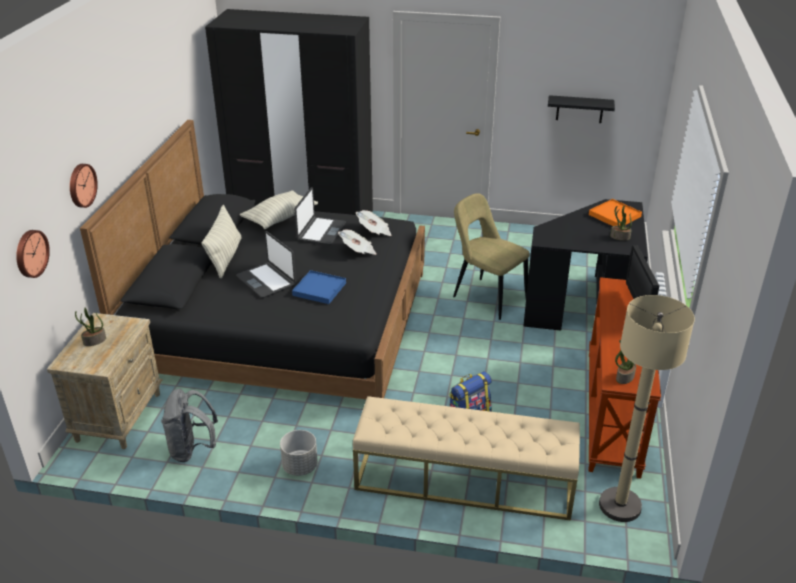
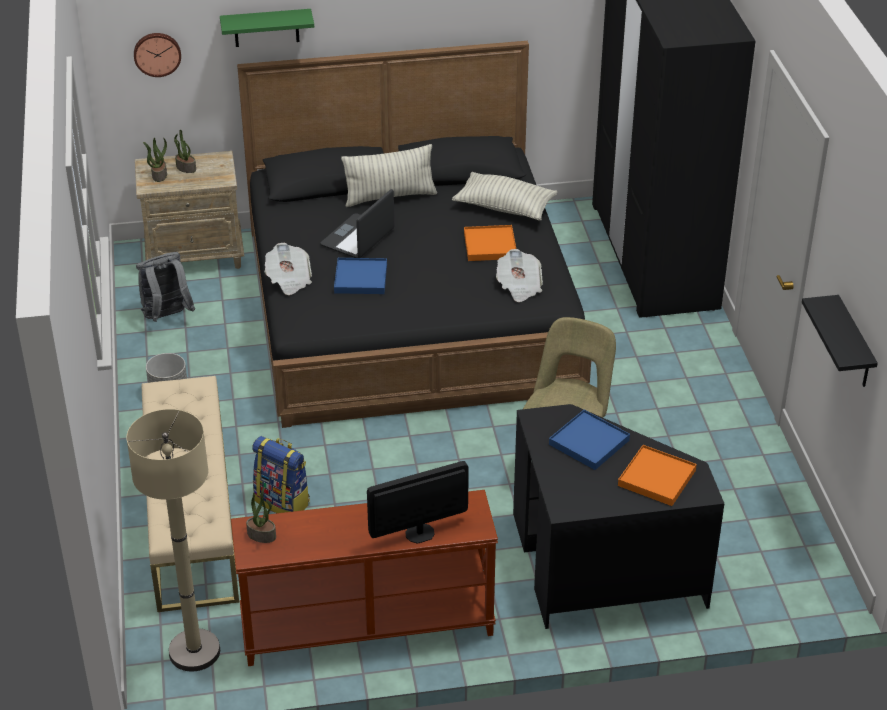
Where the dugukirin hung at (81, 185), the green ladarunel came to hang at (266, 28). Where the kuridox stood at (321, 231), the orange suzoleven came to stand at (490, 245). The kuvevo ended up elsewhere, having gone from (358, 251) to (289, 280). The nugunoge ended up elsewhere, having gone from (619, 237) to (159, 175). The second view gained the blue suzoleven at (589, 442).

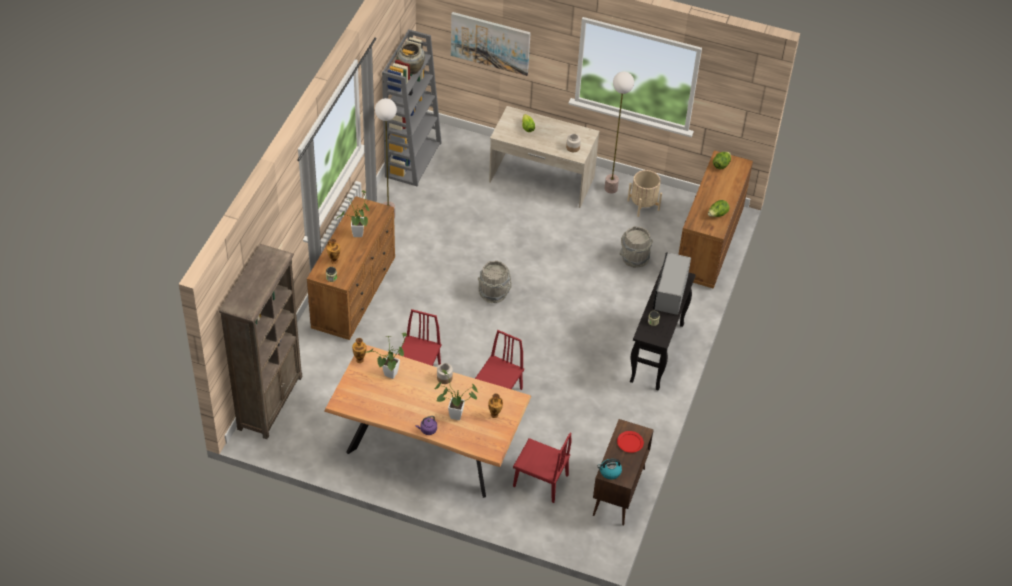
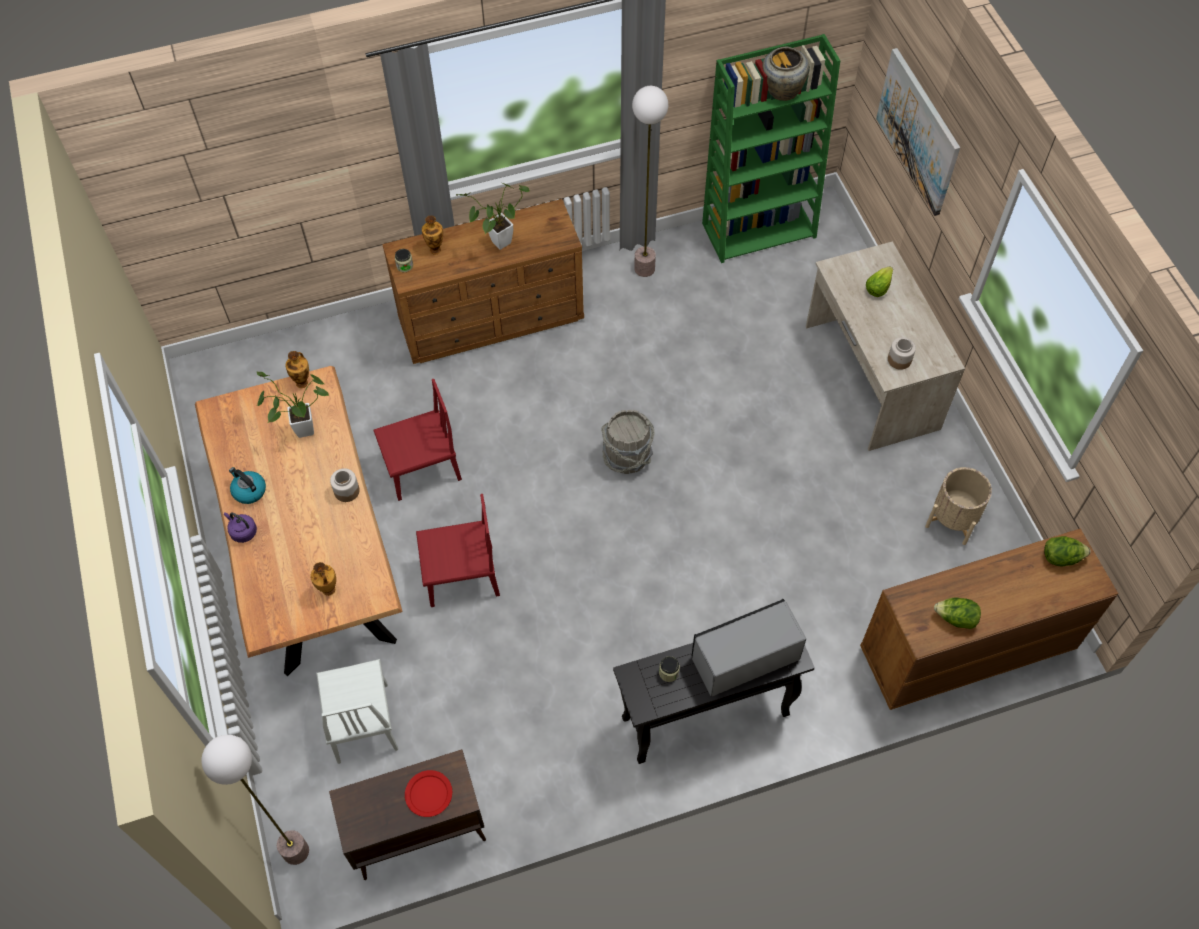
The second view lost the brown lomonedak at (270, 402). What was the grey lomonedak at (413, 159) turned into the green lomonedak at (759, 229). The second view lost the nugunoge at (453, 415). What was the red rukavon at (540, 481) turned into the white rukavon at (362, 722). The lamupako ended up elsewhere, having gone from (610, 472) to (249, 491). The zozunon ended up elsewhere, having gone from (610, 188) to (295, 851). The second view lost the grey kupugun at (634, 258).

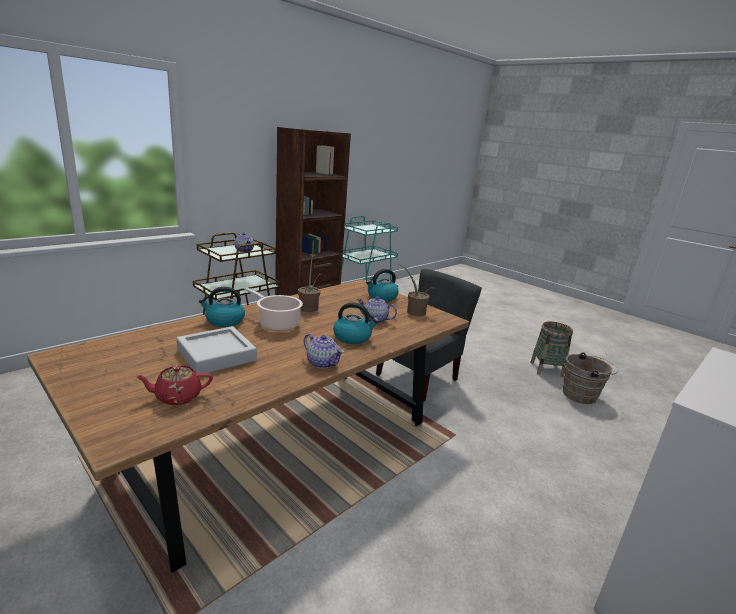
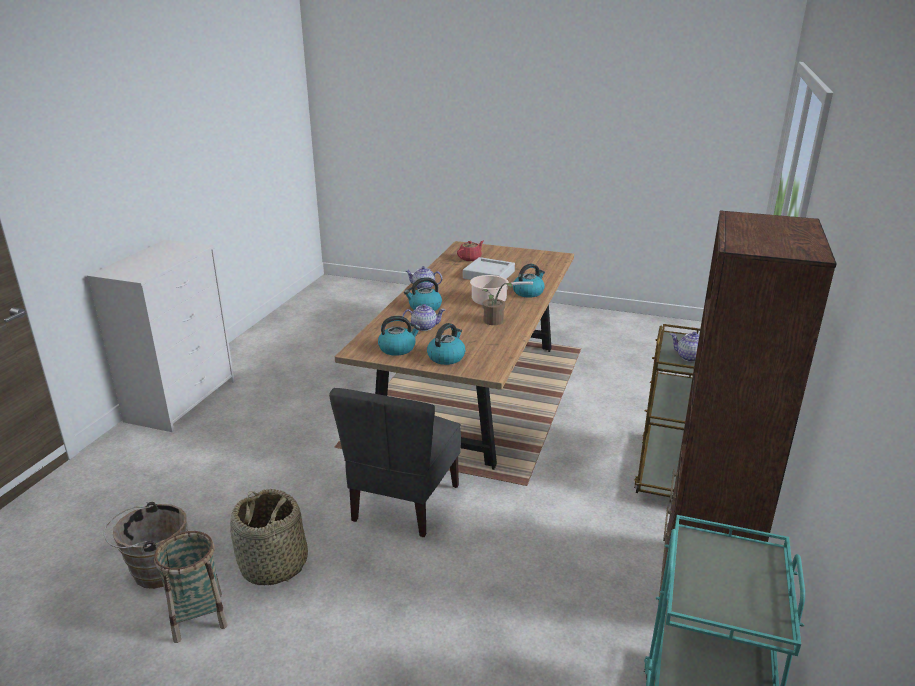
Where the nugunoge stood at (413, 311), the lamupako came to stand at (398, 348). The second view gained the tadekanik at (273, 566).

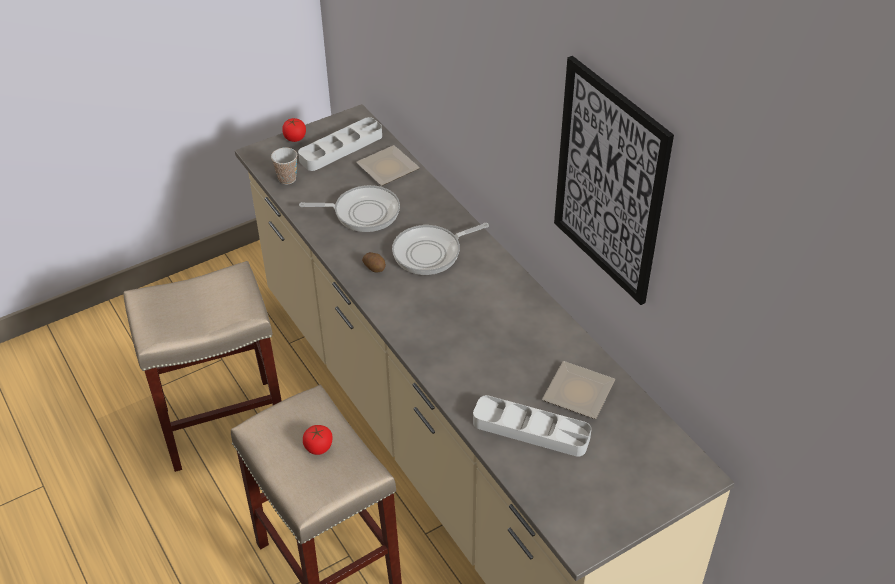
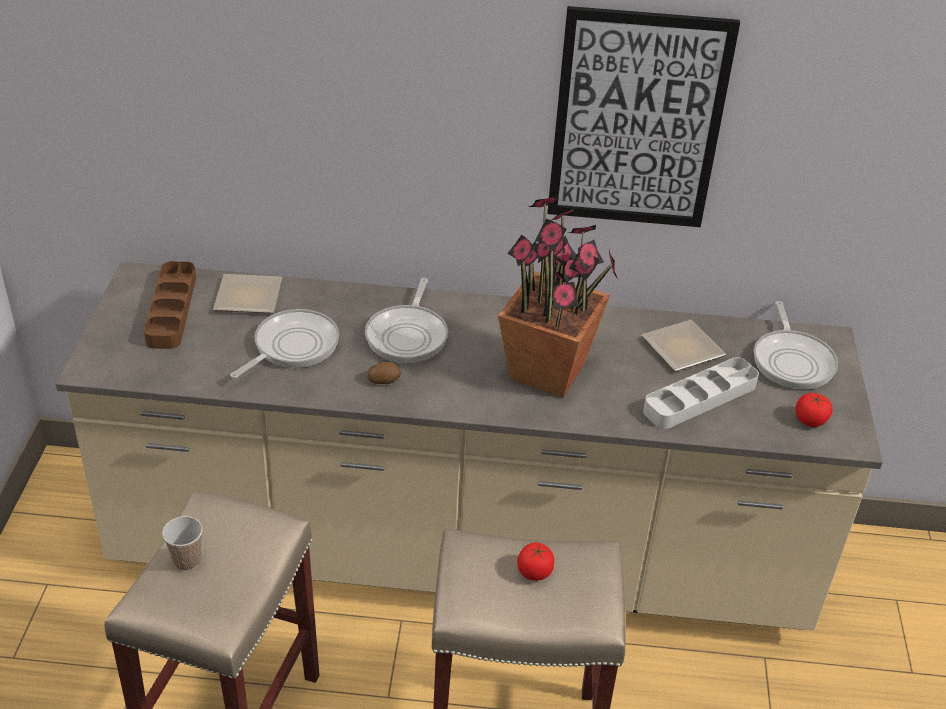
The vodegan ended up elsewhere, having gone from (287, 179) to (187, 560). The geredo ended up elsewhere, having gone from (295, 138) to (810, 420). What was the grey suzoleven at (341, 148) turned into the brown suzoleven at (171, 310). The second view gained the nugunoge at (548, 372). The second view gained the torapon at (792, 360).

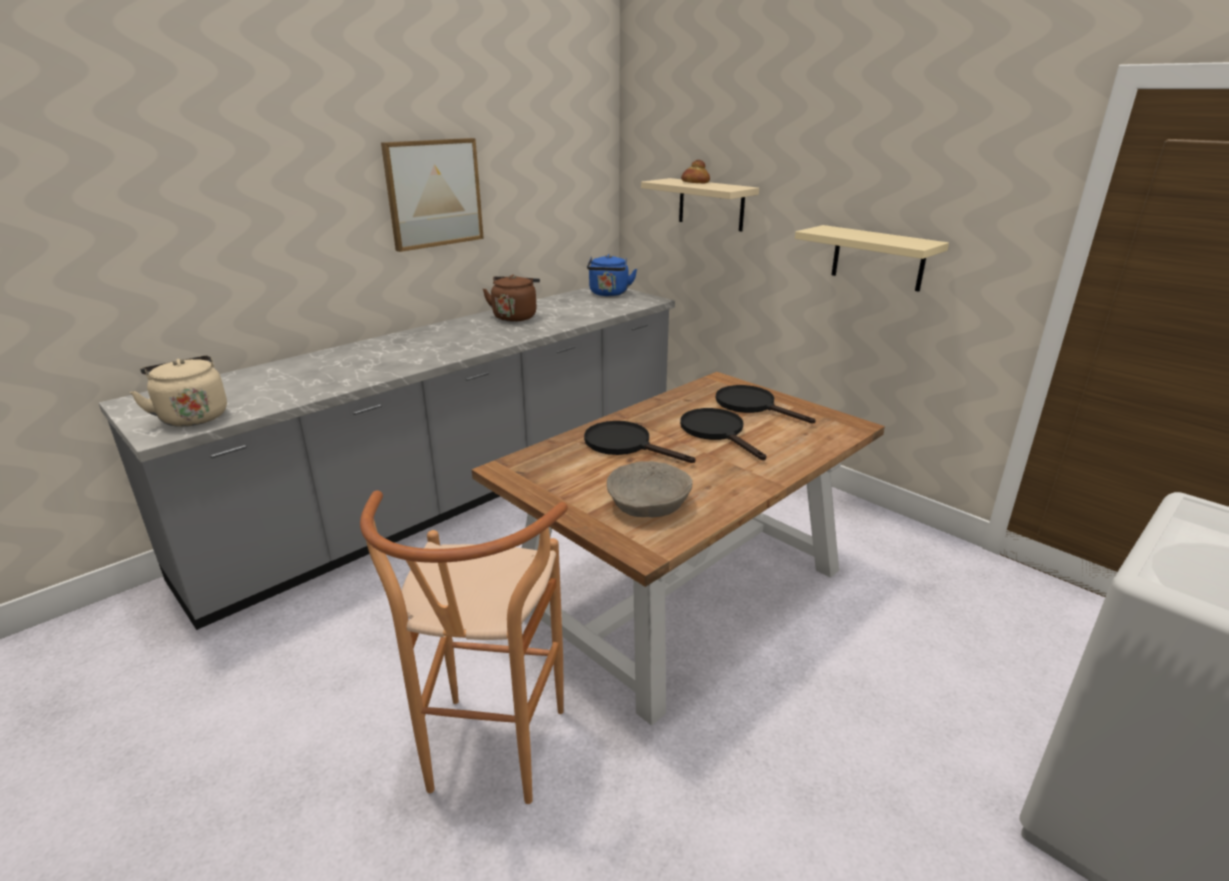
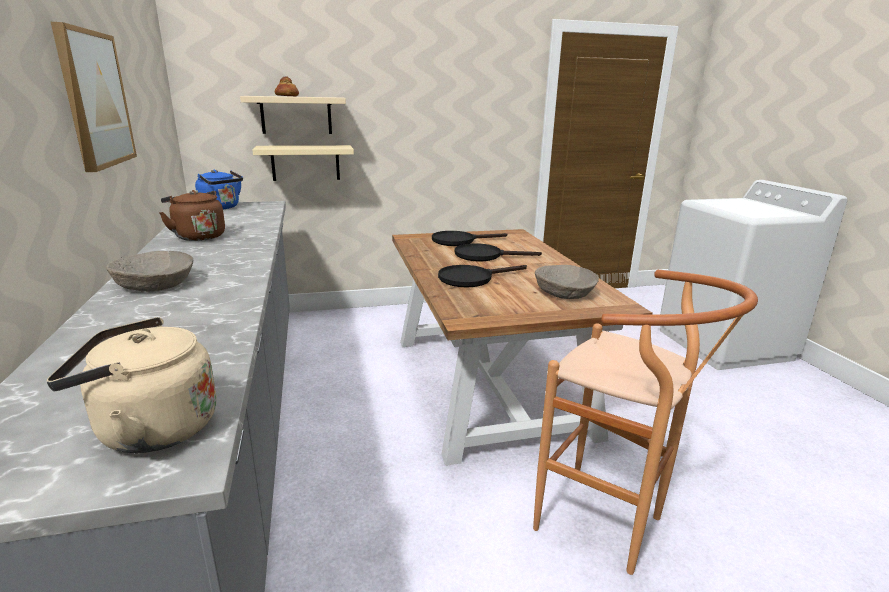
The beige ladarunel ended up elsewhere, having gone from (878, 258) to (305, 163). The second view gained the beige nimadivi at (155, 283).

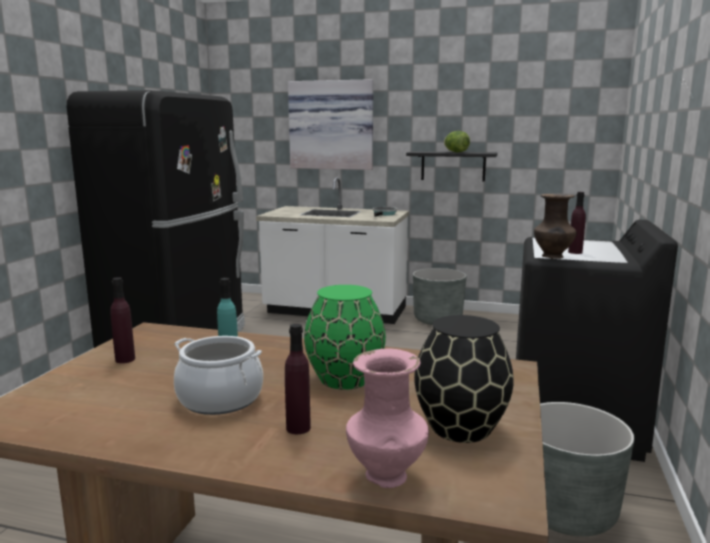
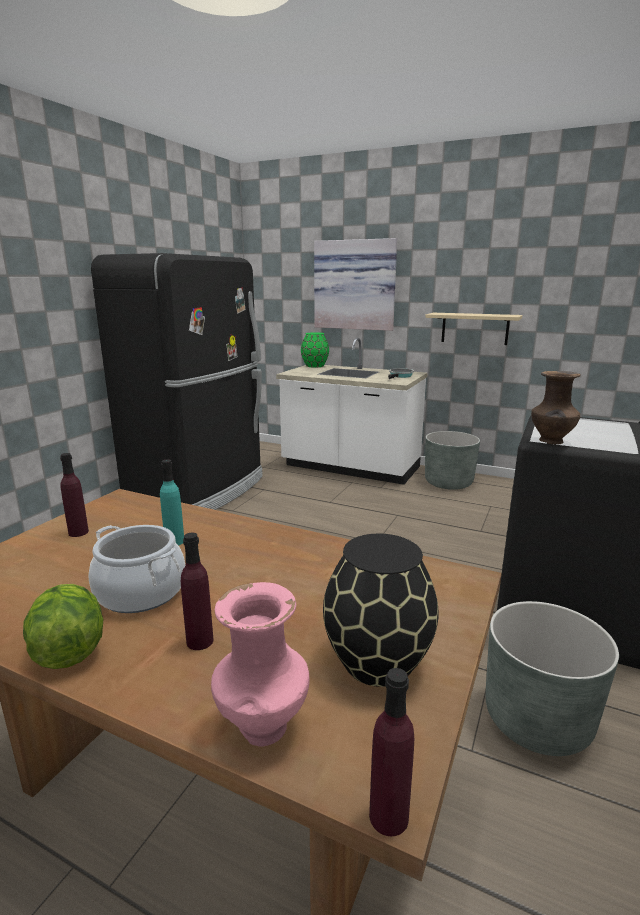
The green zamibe ended up elsewhere, having gone from (346, 378) to (315, 366). What was the black ladarunel at (453, 166) turned into the beige ladarunel at (474, 328). The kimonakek ended up elsewhere, having gone from (456, 152) to (69, 651). The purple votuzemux ended up elsewhere, having gone from (575, 252) to (388, 816).

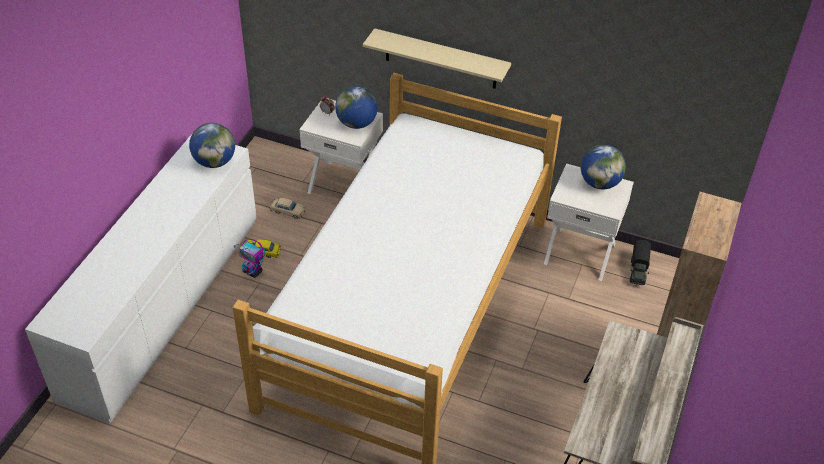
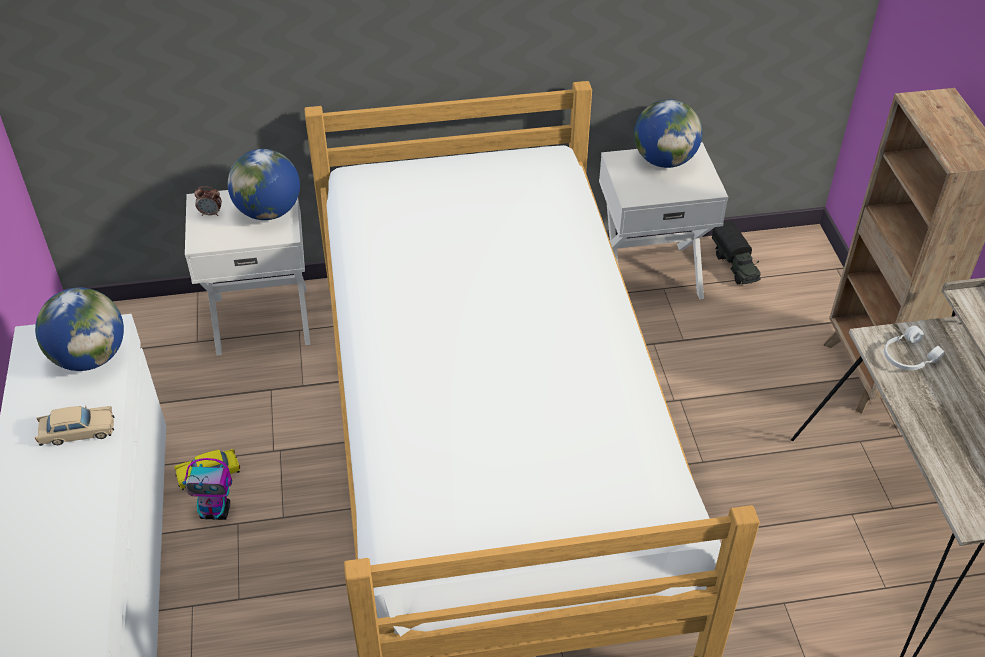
The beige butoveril ended up elsewhere, having gone from (287, 211) to (77, 431). The second view lost the beige ladarunel at (441, 59). The second view gained the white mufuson at (908, 356).

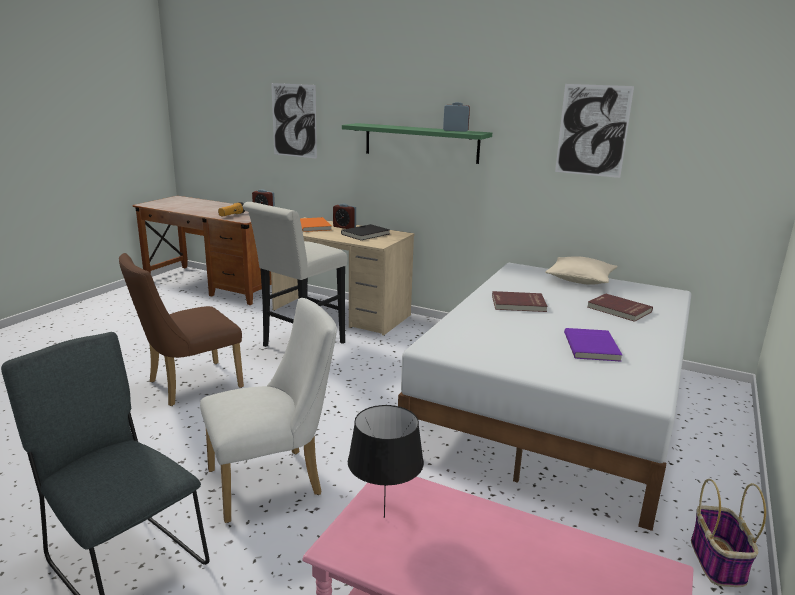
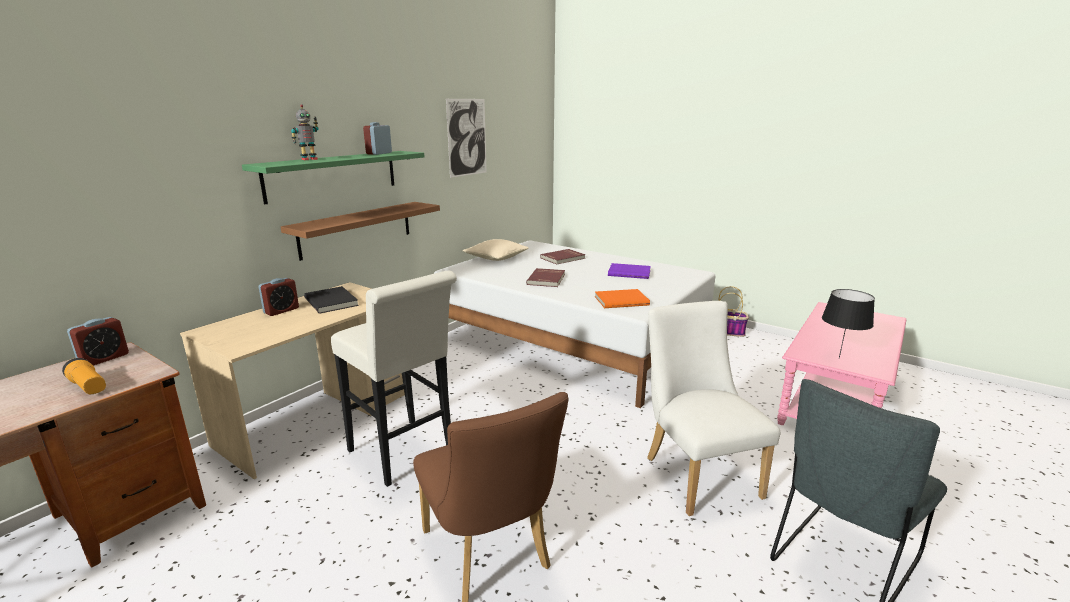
The second view lost the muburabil at (294, 120). The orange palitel ended up elsewhere, having gone from (314, 226) to (621, 300). The second view gained the brown ladarunel at (357, 229). The second view gained the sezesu at (309, 159).

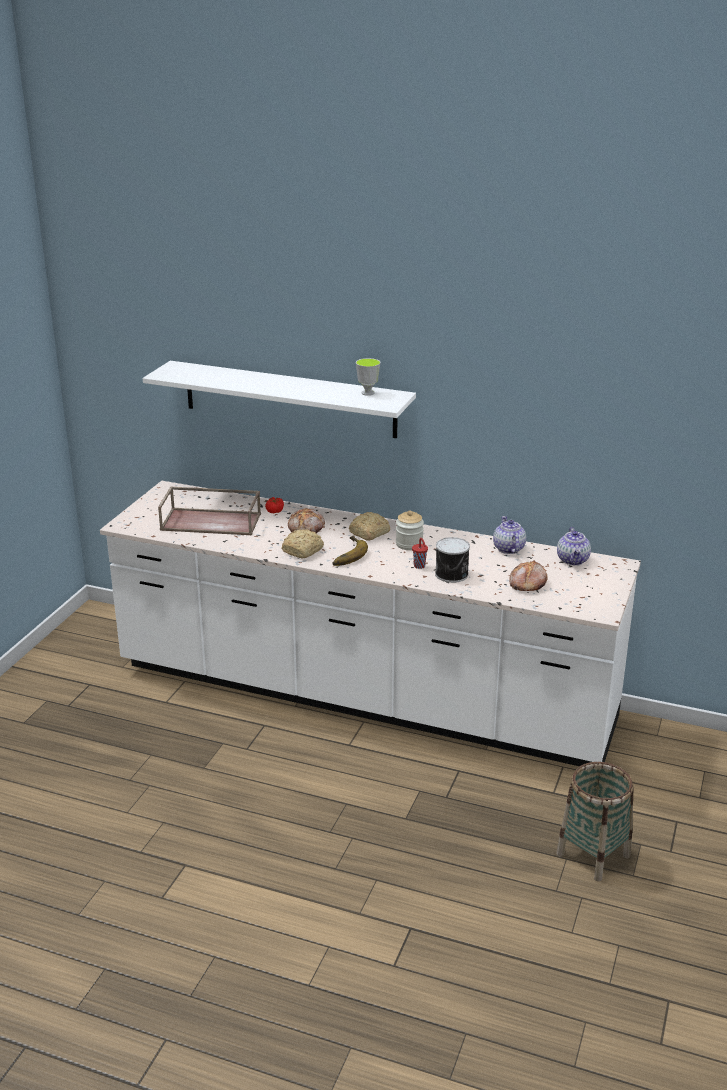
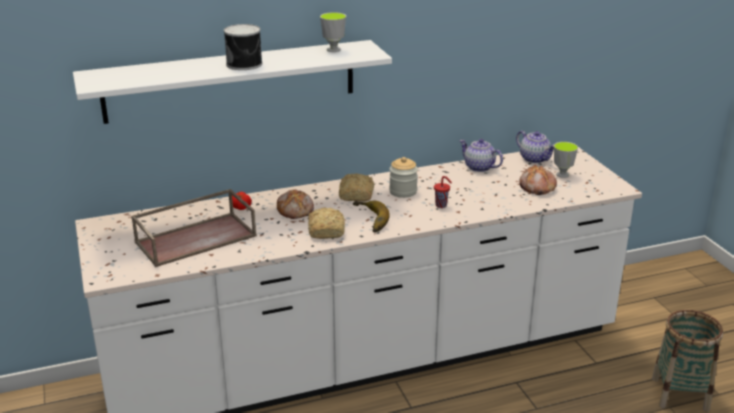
The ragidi ended up elsewhere, having gone from (452, 574) to (245, 64). The second view gained the vodegan at (562, 174).

